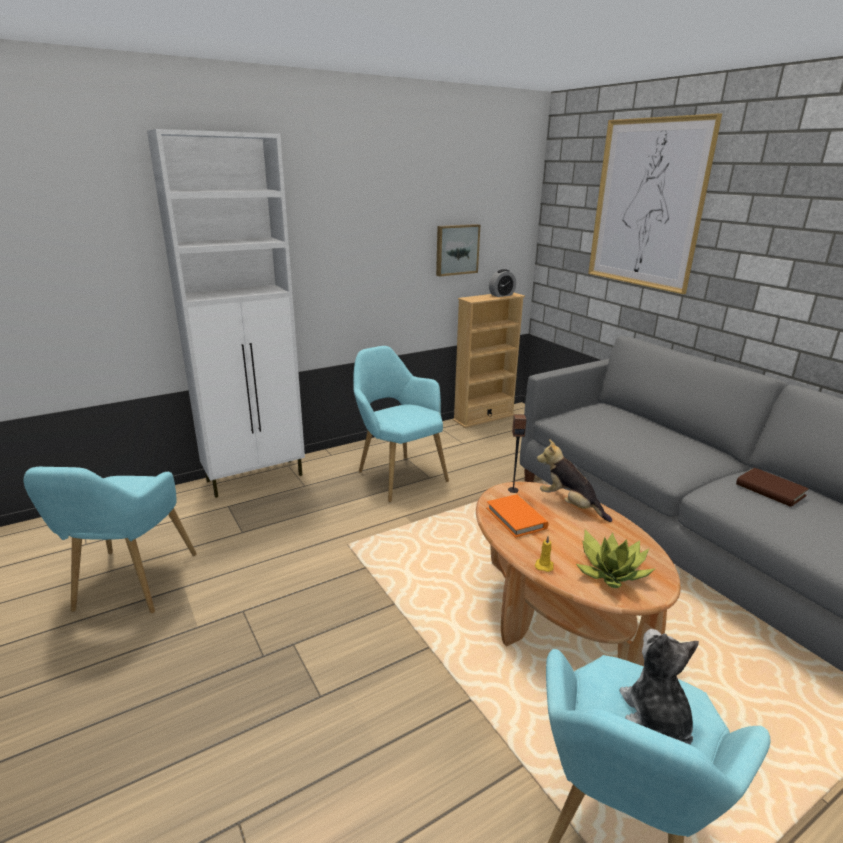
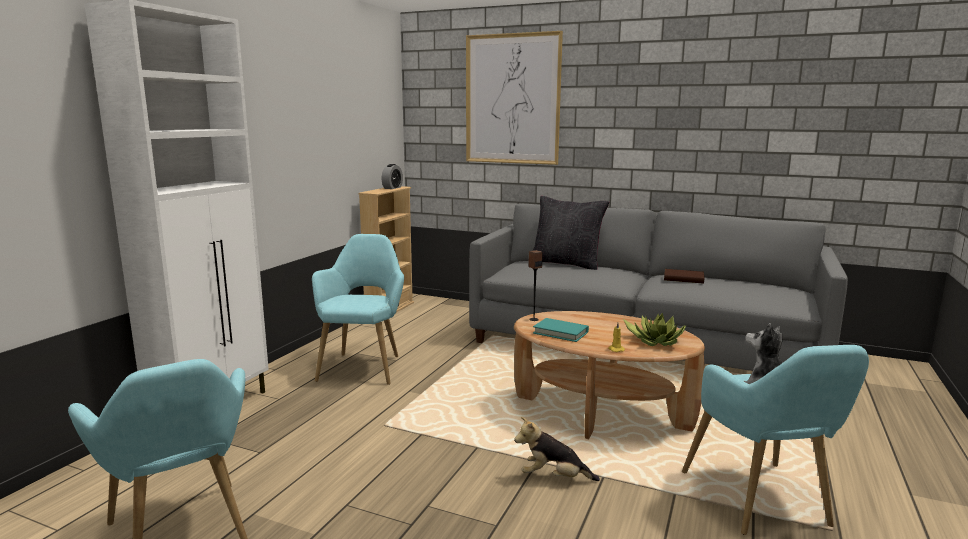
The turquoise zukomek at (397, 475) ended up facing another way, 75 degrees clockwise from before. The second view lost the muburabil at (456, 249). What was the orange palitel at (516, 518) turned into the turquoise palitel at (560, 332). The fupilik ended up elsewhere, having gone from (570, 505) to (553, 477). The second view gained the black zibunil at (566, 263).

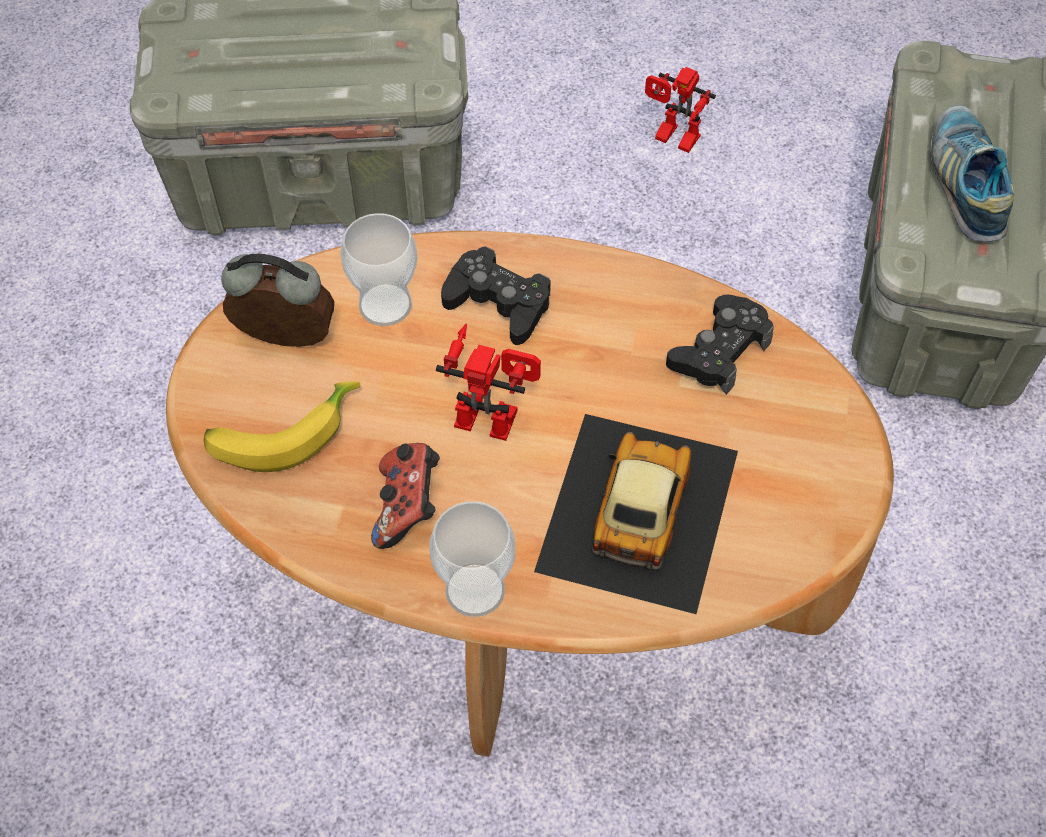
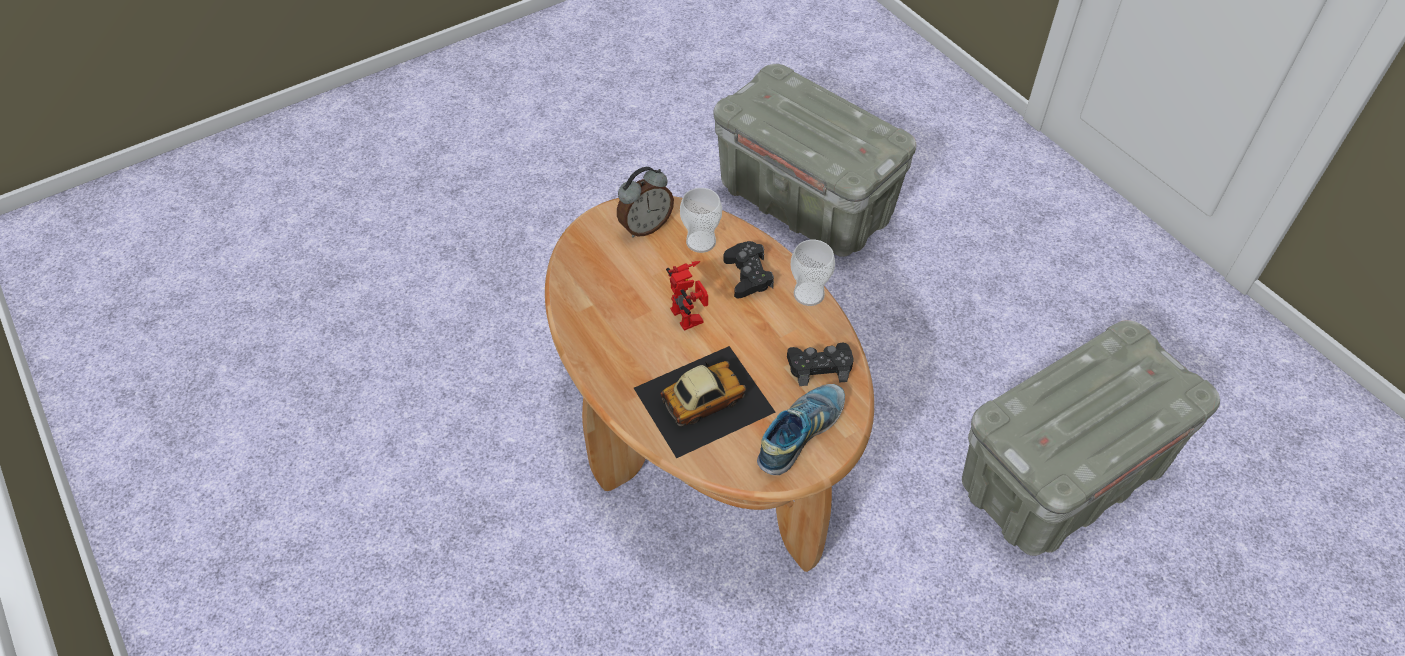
The second view lost the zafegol at (282, 433). The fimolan at (285, 341) ended up facing another way, 90 degrees clockwise from before. The second view lost the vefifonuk at (407, 507). The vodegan ended up elsewhere, having gone from (475, 590) to (809, 294). The second view lost the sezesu at (672, 139). The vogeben ended up elsewhere, having gone from (966, 184) to (800, 434).

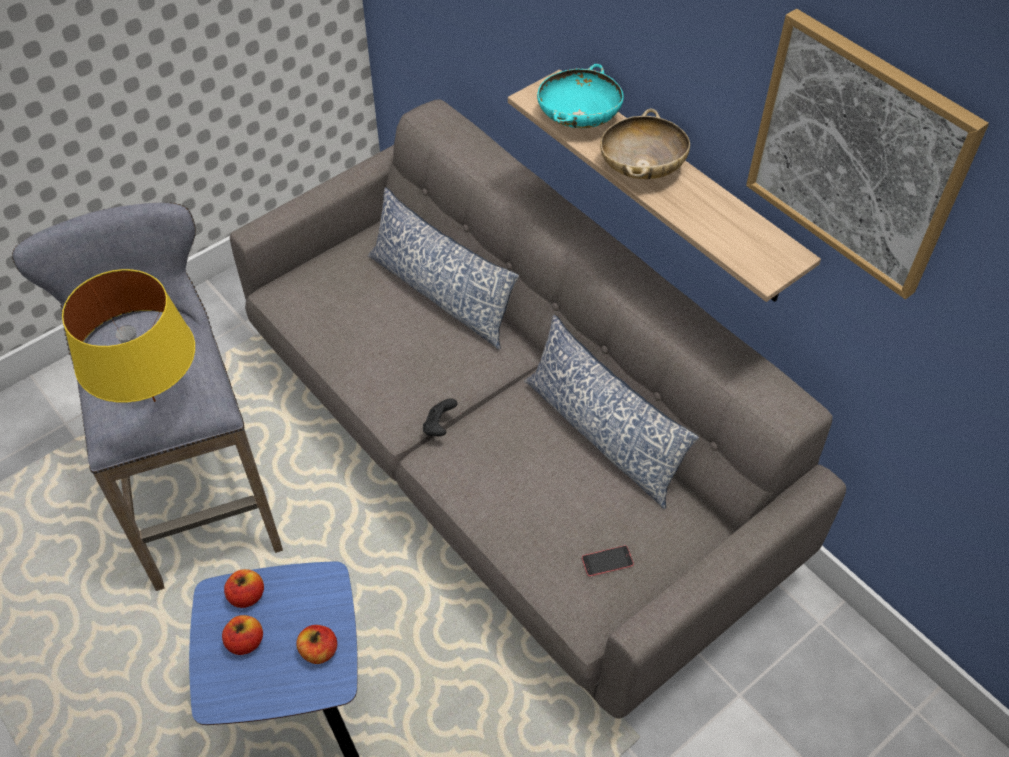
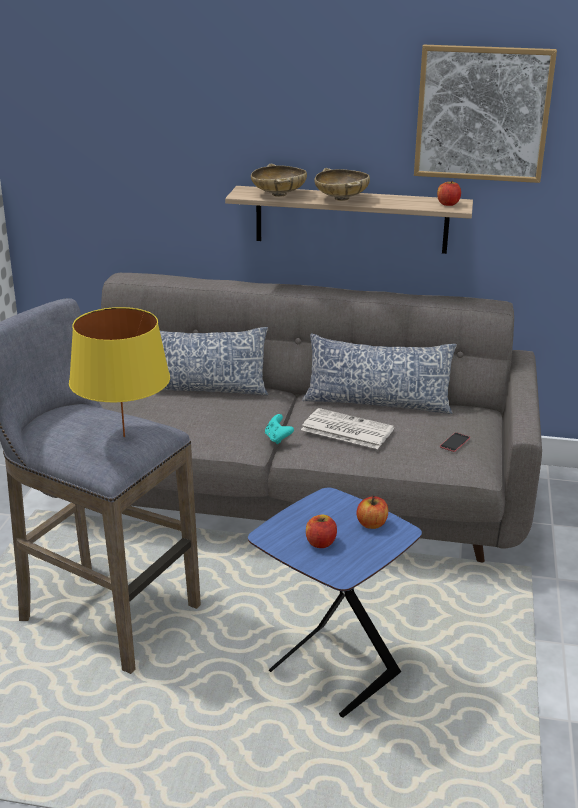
The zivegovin ended up elsewhere, having gone from (247, 596) to (448, 204). What was the black vefifonuk at (439, 426) turned into the turquoise vefifonuk at (278, 439). What was the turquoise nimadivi at (578, 119) turned into the beige nimadivi at (278, 194). The second view gained the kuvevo at (345, 430).

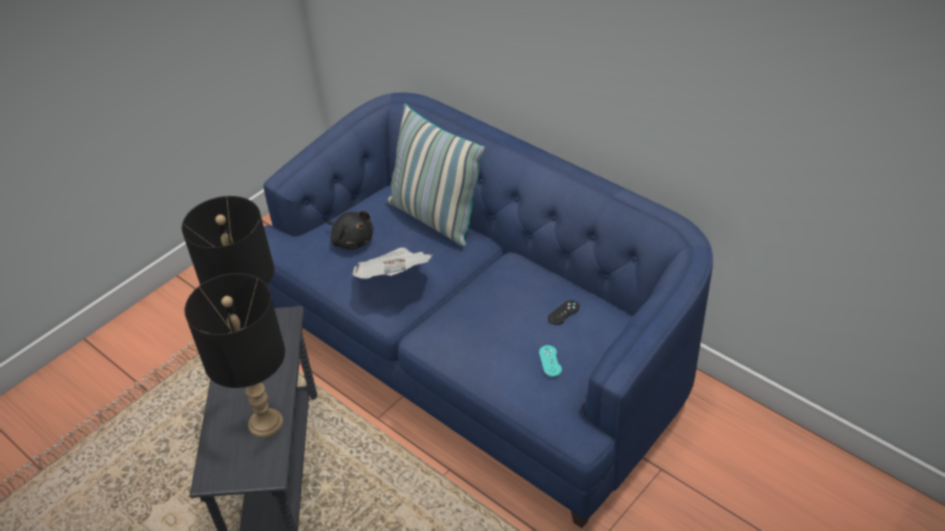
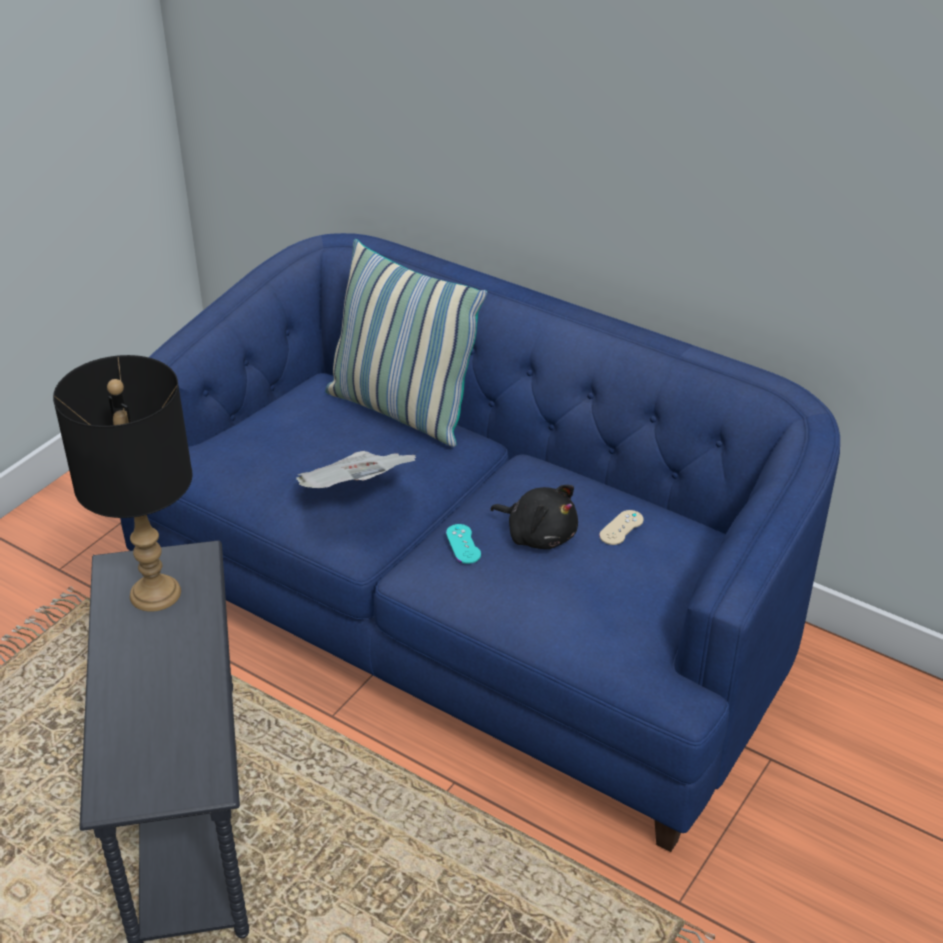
The second view lost the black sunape at (265, 423). The black fupilik ended up elsewhere, having gone from (352, 240) to (538, 535). The turquoise vefifonuk ended up elsewhere, having gone from (550, 361) to (463, 544). What was the black vefifonuk at (563, 312) turned into the beige vefifonuk at (621, 528).

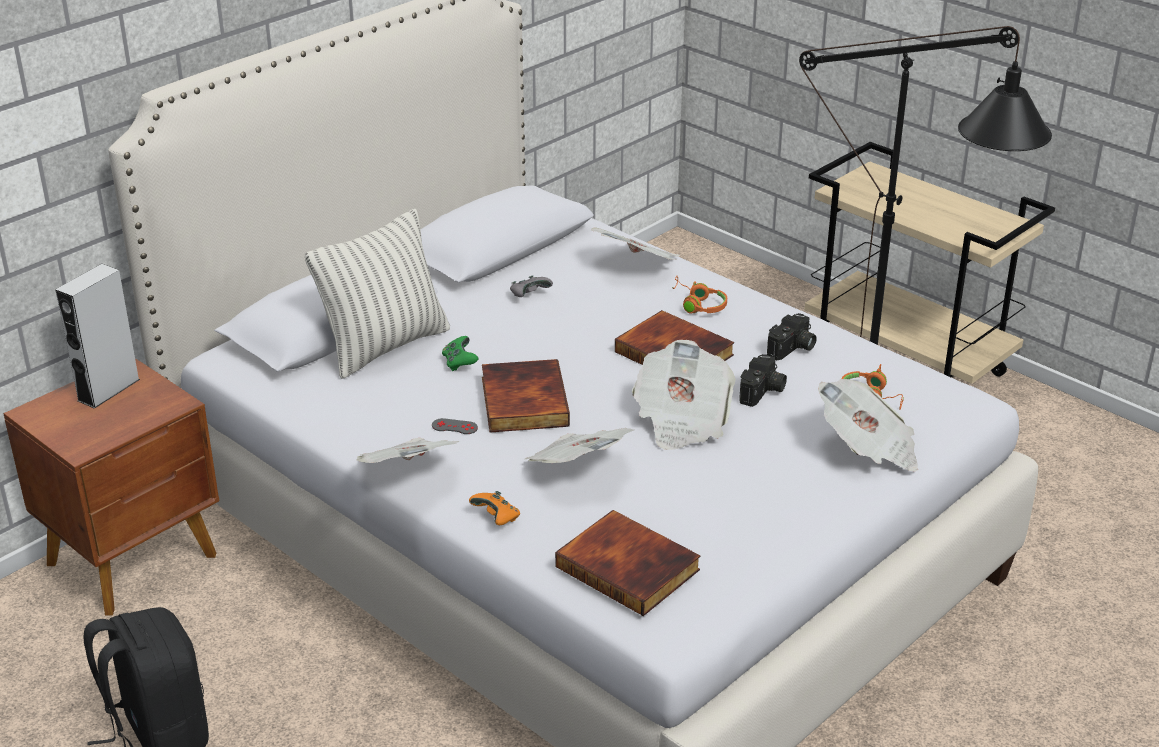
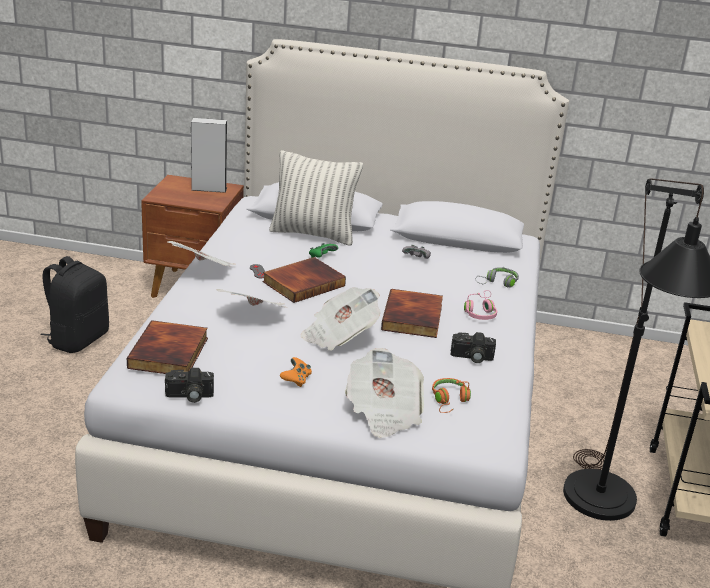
The orange vefifonuk ended up elsewhere, having gone from (497, 518) to (296, 380). Where the kuvevo stood at (638, 266), the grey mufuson came to stand at (498, 283). What was the orange mufuson at (697, 304) turned into the pink mufuson at (480, 312). The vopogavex ended up elsewhere, having gone from (763, 392) to (189, 396).

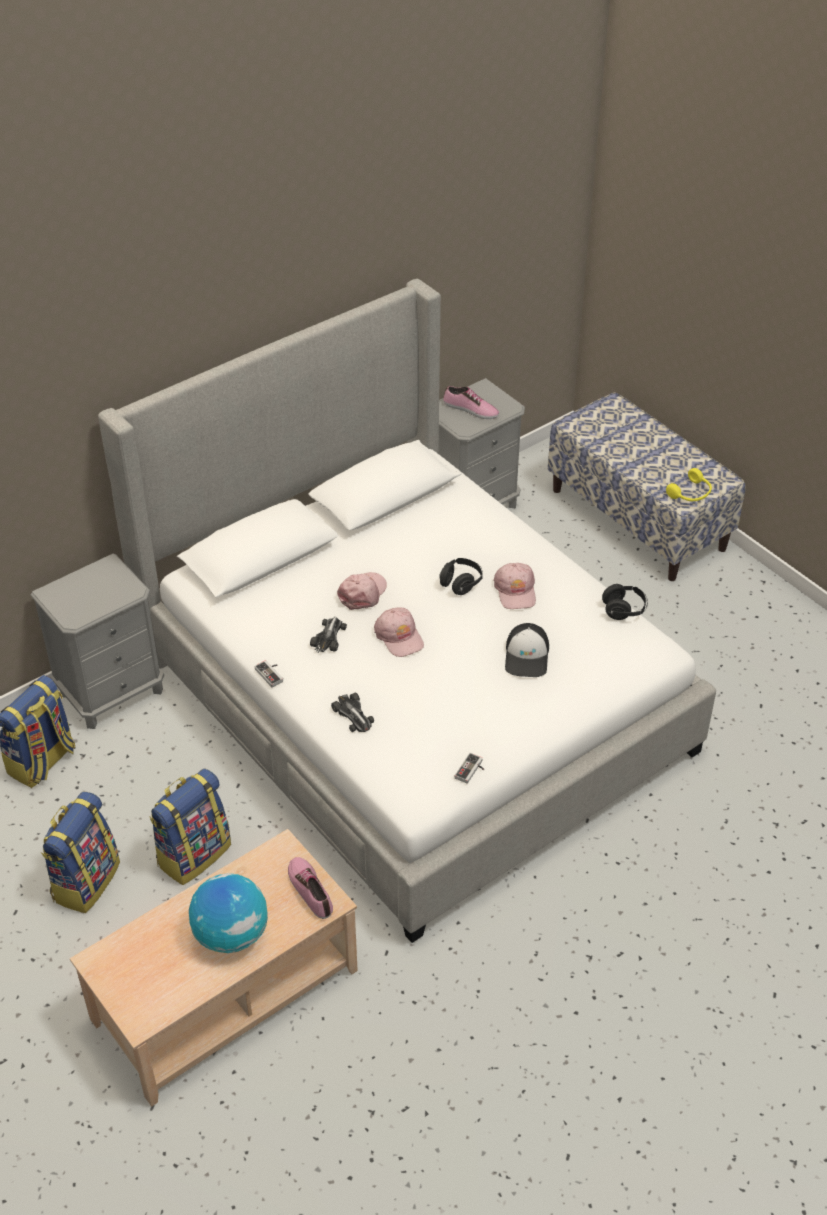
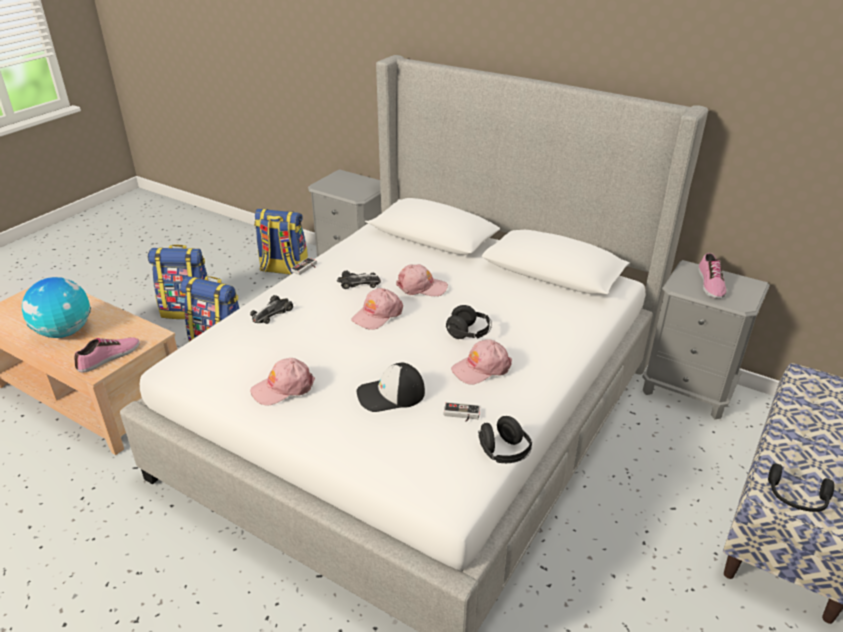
The vefifonuk ended up elsewhere, having gone from (471, 771) to (461, 415). What was the yellow mufuson at (691, 494) turned into the black mufuson at (796, 498). The second view gained the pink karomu at (283, 388).

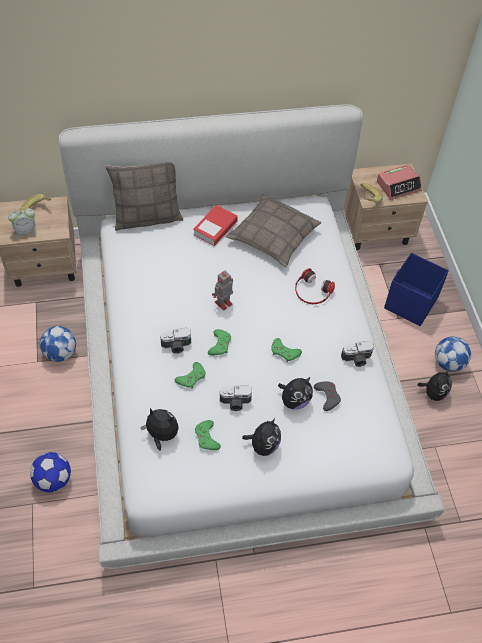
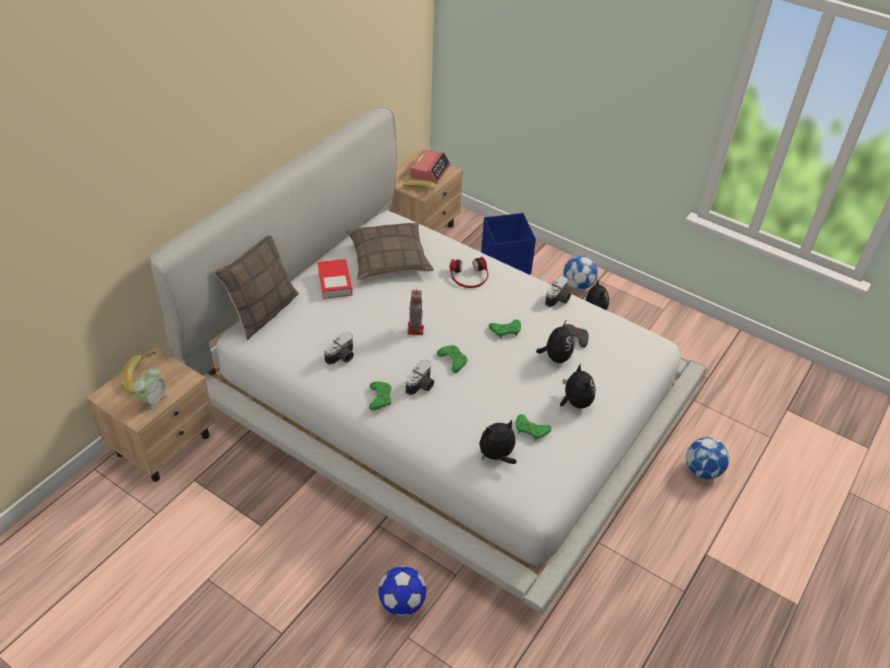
The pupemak ended up elsewhere, having gone from (60, 353) to (702, 470). The green vefifonuk ended up elsewhere, having gone from (191, 377) to (380, 398). The vopogavex ended up elsewhere, having gone from (235, 403) to (342, 357).

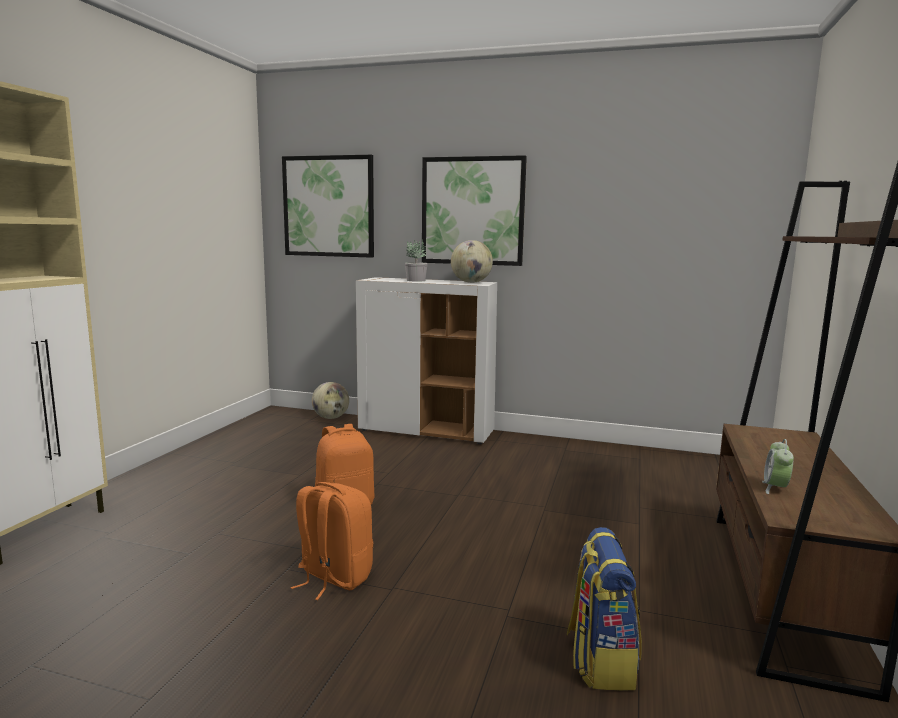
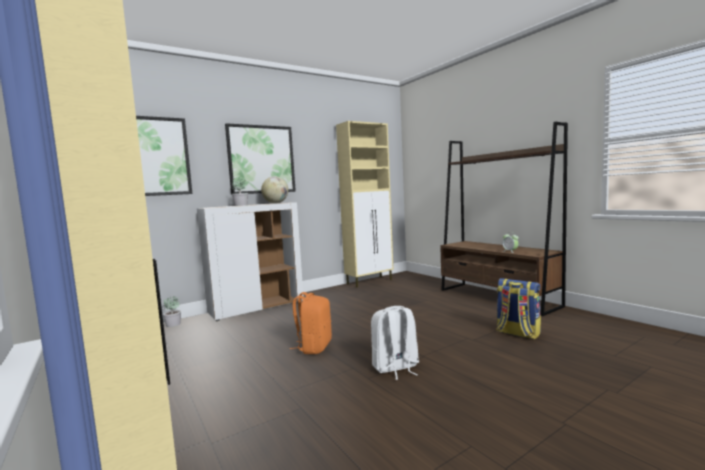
What was the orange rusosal at (333, 578) turned into the white rusosal at (395, 368). Where the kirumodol stood at (331, 418), the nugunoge came to stand at (173, 324). The second view gained the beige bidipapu at (370, 281).

